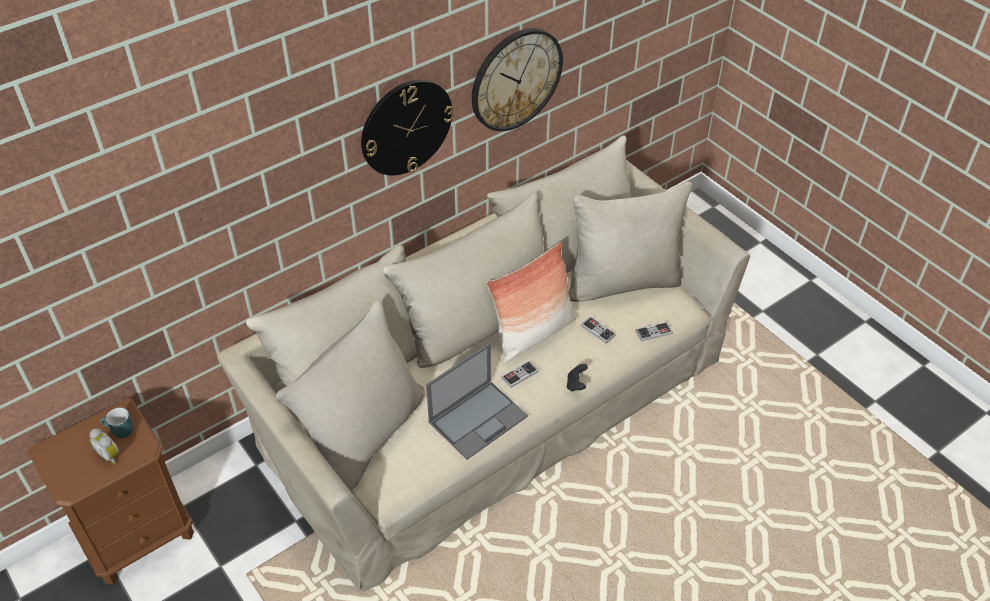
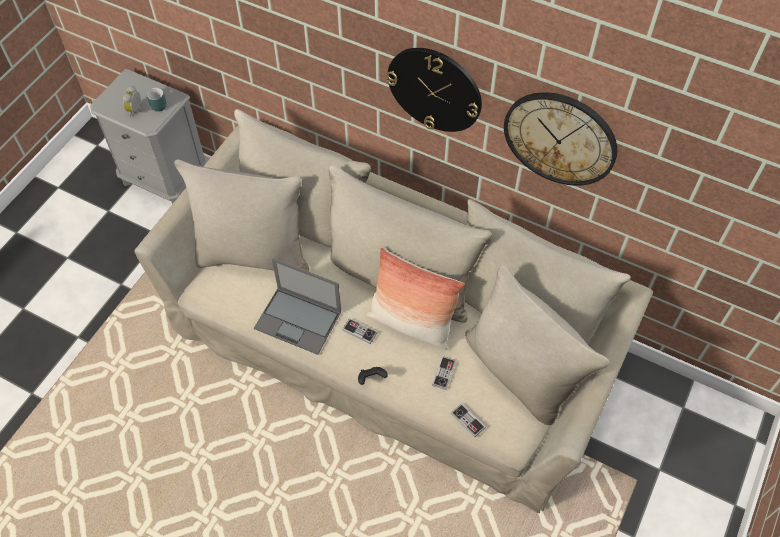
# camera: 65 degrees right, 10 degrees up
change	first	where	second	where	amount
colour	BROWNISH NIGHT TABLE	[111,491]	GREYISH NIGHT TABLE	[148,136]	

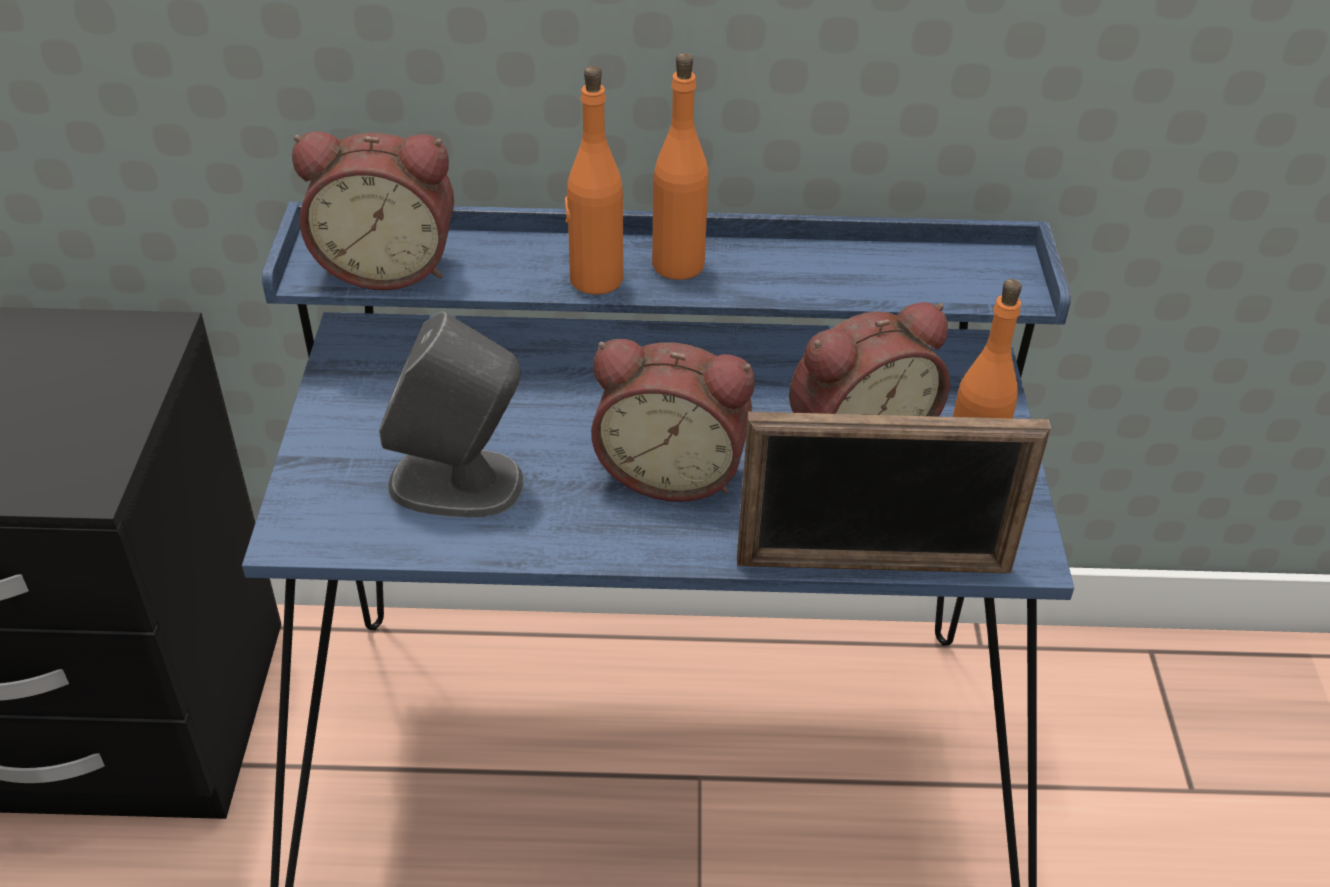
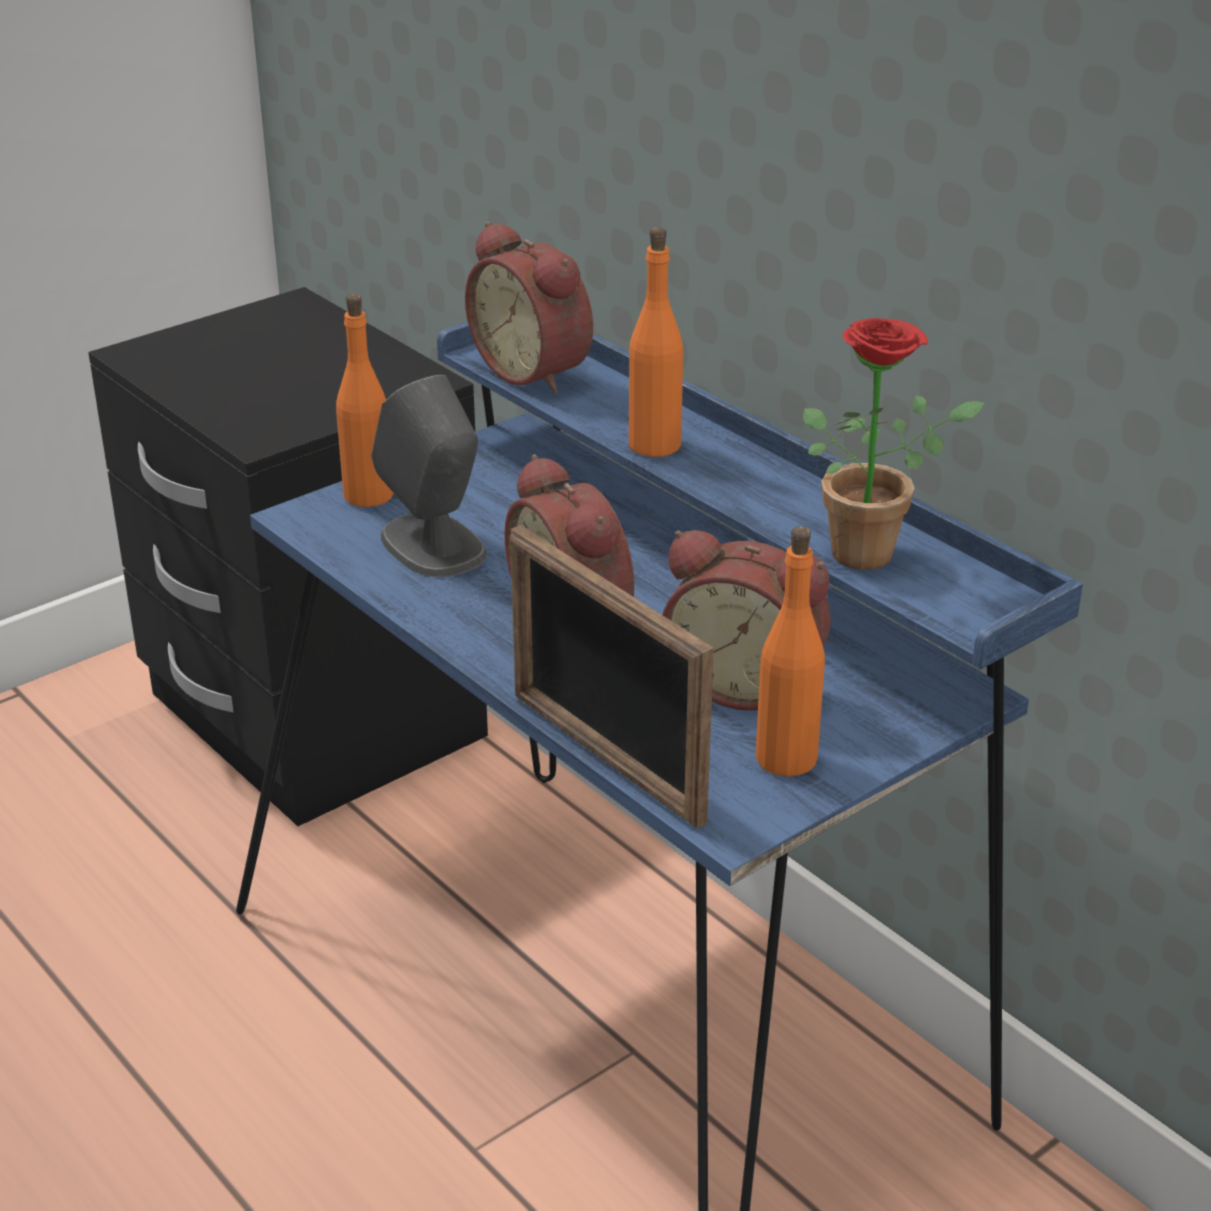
# camera: 50 degrees right, 10 degrees down
change	first	where	second	where	amount
relocated	ORANGE BOTTLE	[680,166]		[365,400]	
appeared			POTTED PLANT	[893,444]	

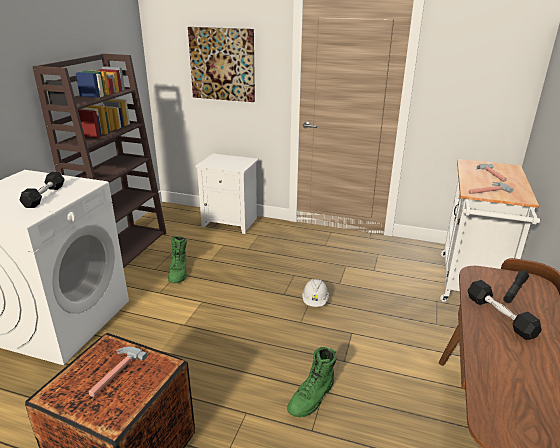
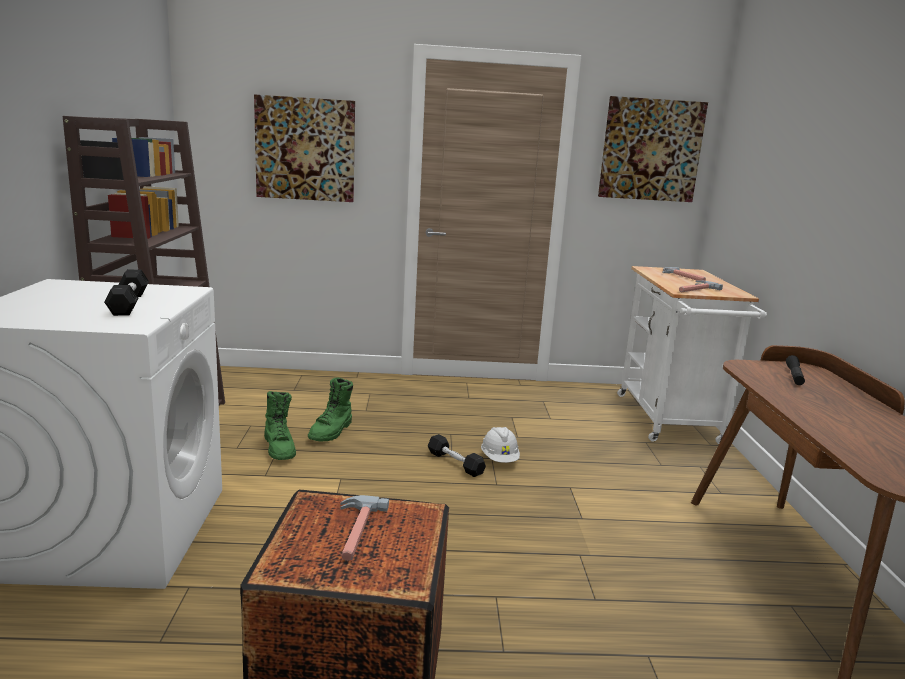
# camera: 20 degrees left, 10 degrees down
change	first	where	second	where	amount
relocated	GREEN-COLOURED BOOT	[311,382]		[330,409]	
relocated	BLACK-COLOURED DUMBBELL	[505,310]		[457,455]	
appeared			WALL PICTURE	[653,149]	
missing	WHITE NIGHT TABLE	[227,194]			

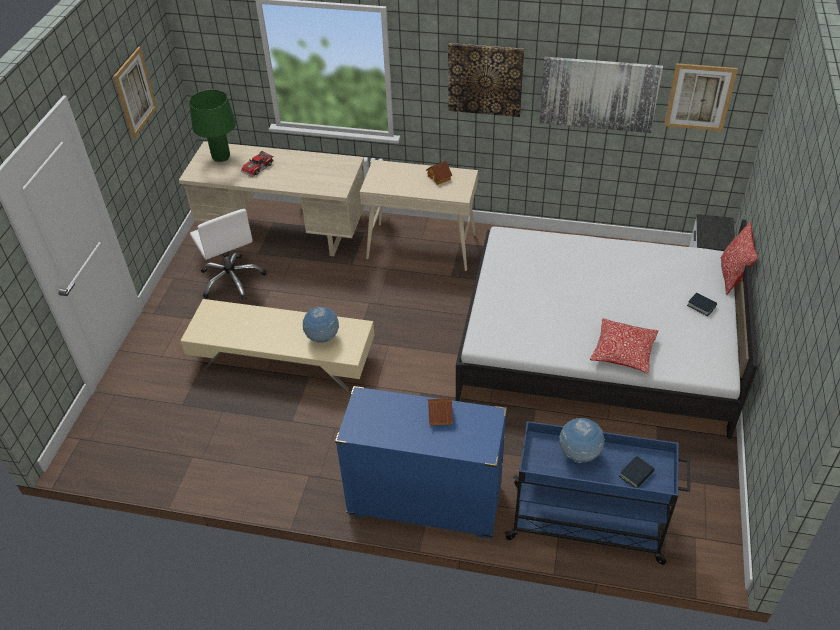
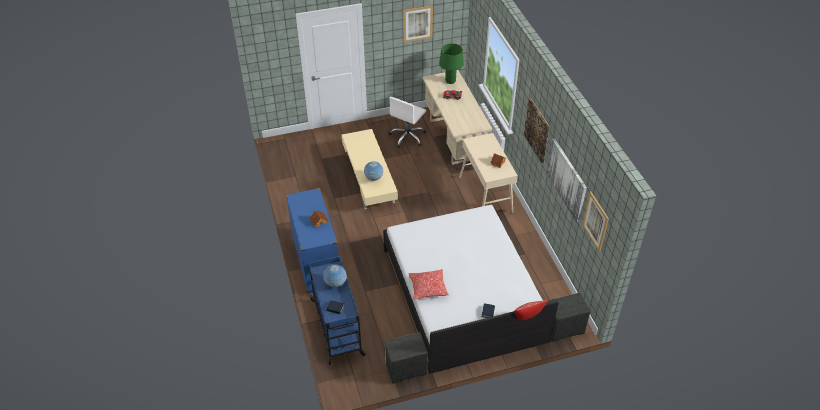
# camera: 60 degrees right, 0 degrees up
change	first	where	second	where	amount
appeared			NIGHT TABLE	[406,358]	

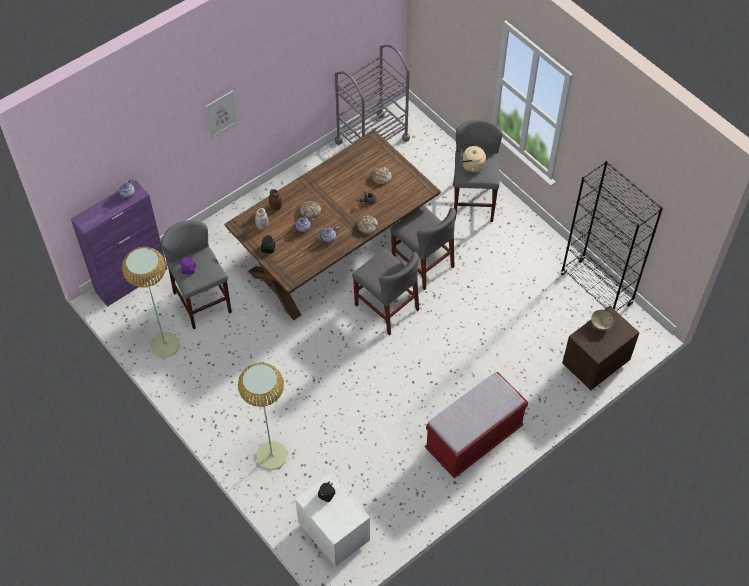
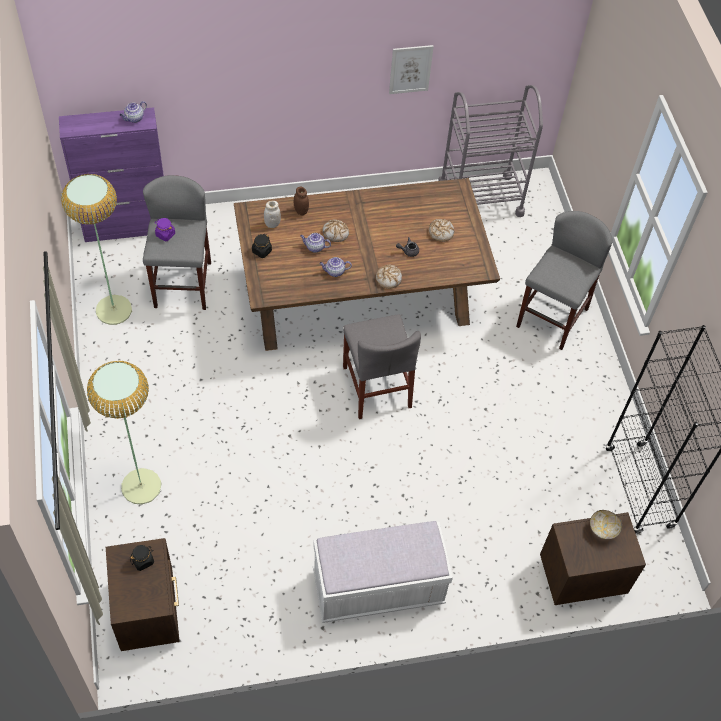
# camera: 25 degrees right, 0 degrees up
change	first	where	second	where	amount
colour	WHITE NIGHT TABLE	[332,520]	BROWNISH NIGHT TABLE	[143,594]	
colour	RED-COLOURED LONG SEAT	[476,425]	WHITE LONG SEAT	[383,572]	
relocated	WALL PICTURE	[221,114]		[411,69]	
missing	GREYISH PLAIN CHAIR	[423,247]			
missing	BEIGE-COLOURED WATER KETTLE	[473,158]			

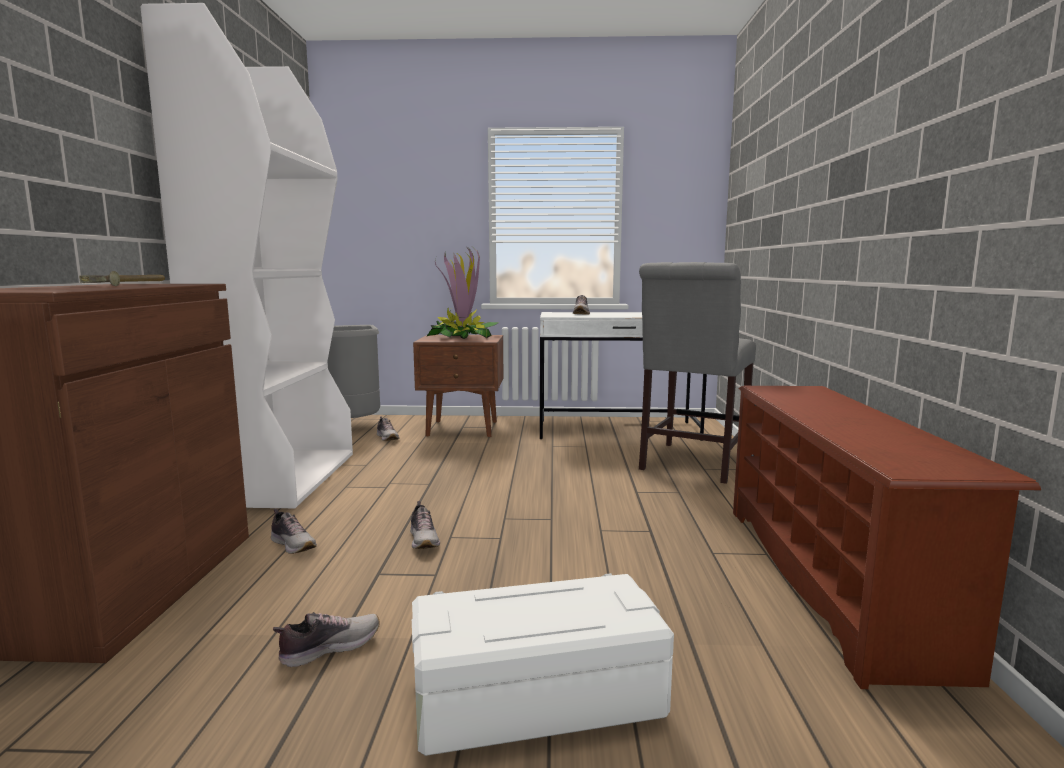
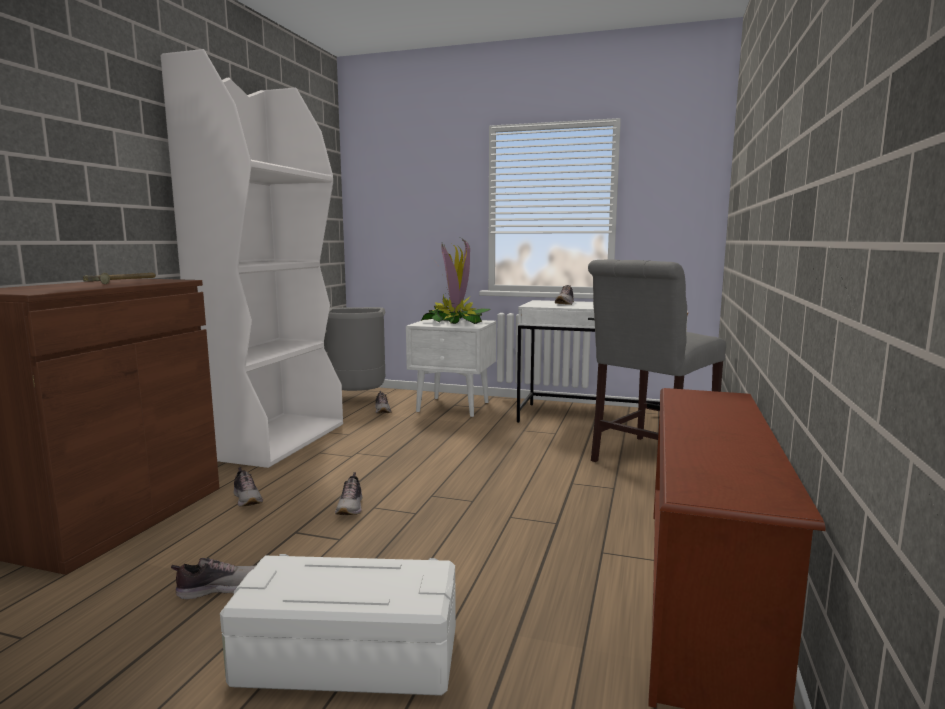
# camera: 15 degrees right, 0 degrees up
change	first	where	second	where	amount
colour	BROWNISH NIGHT TABLE	[458,386]	WHITE NIGHT TABLE	[451,368]	

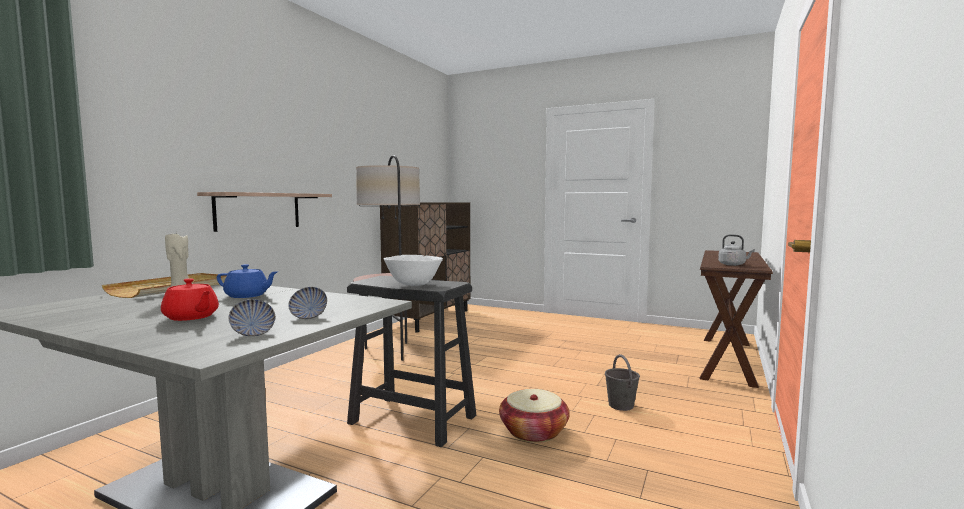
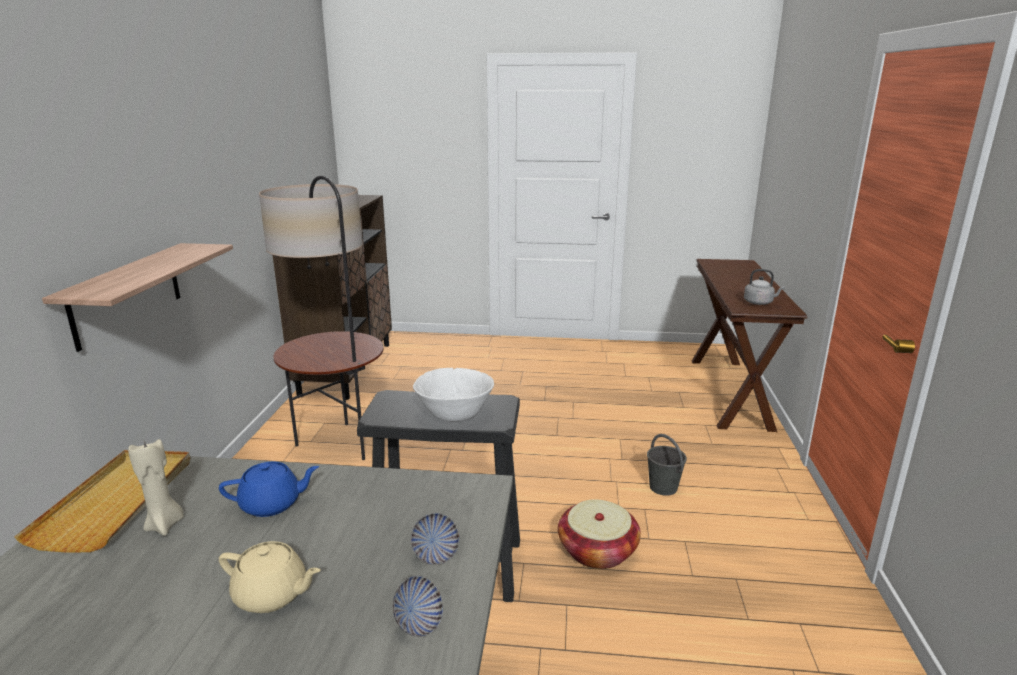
# camera: 20 degrees left, 15 degrees up
change	first	where	second	where	amount
colour	RED-COLOURED TEAPOT	[190,299]	BEIGE-COLOURED TEAPOT	[270,577]	

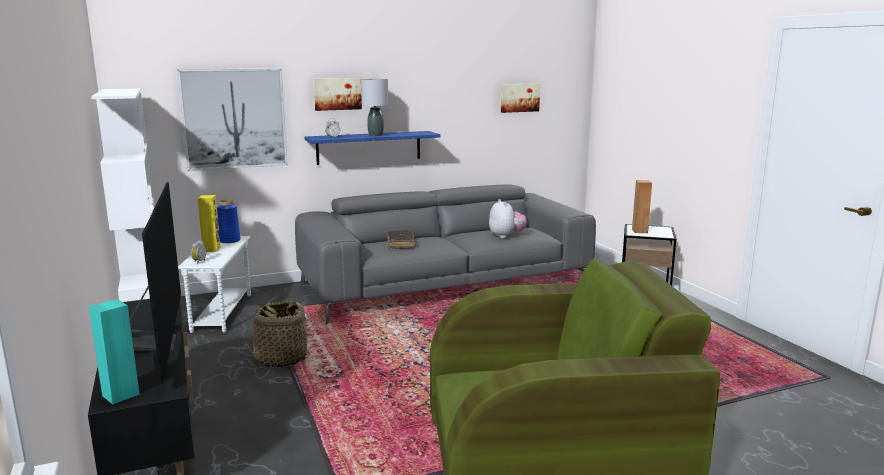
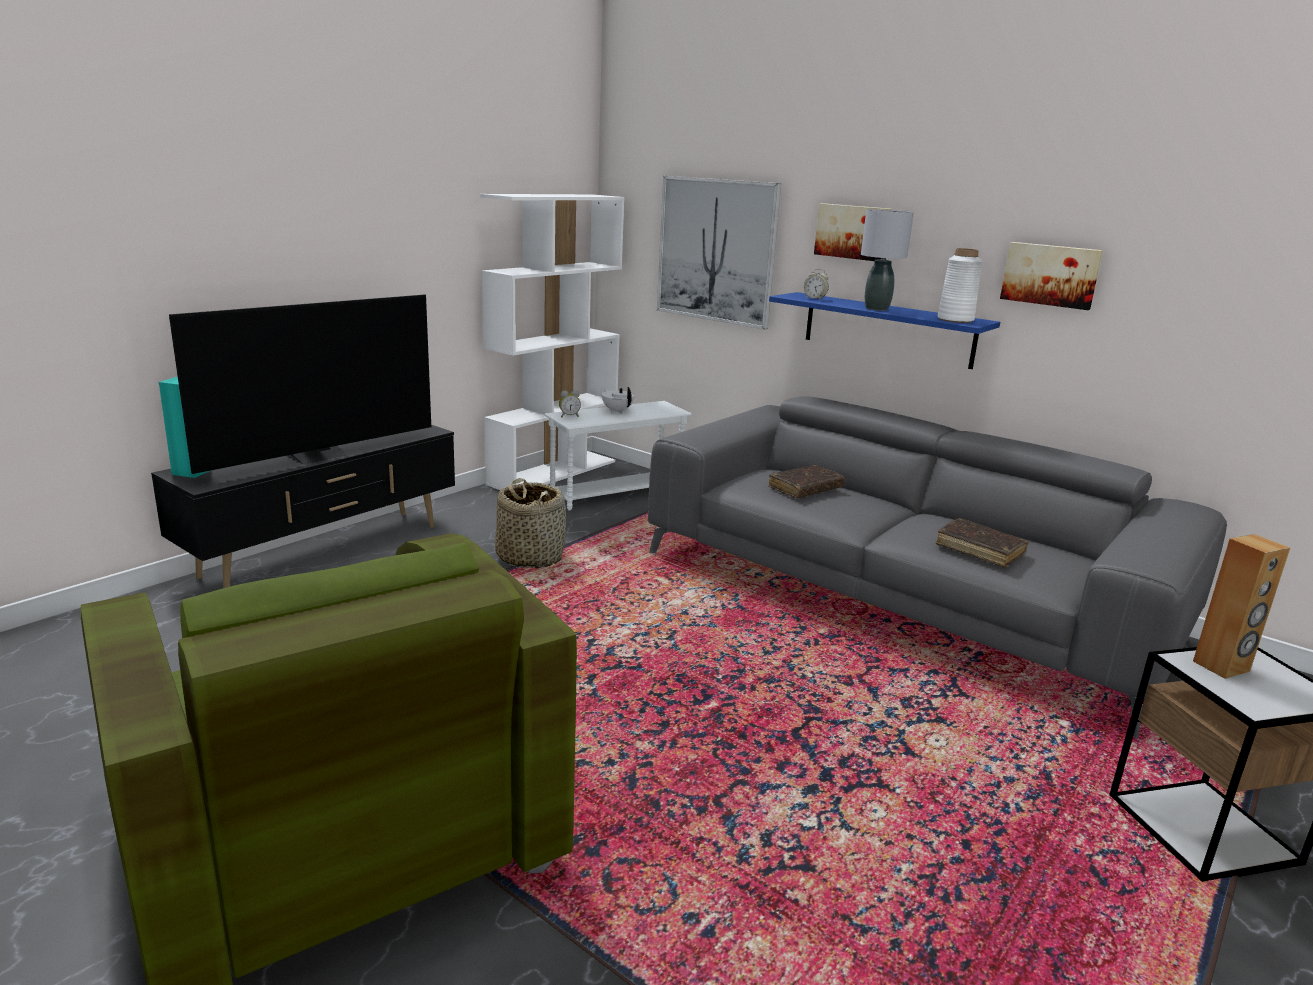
# camera: 60 degrees right, 5 degrees up
change	first	where	second	where	amount
exchanged	YELLOWISH LOUDSPEAKER	[209,223]	WHITE TEAPOT	[618,400]	
exchanged	PLUSH TOY	[508,219]	BROWNISH VOLUME	[981,543]	
appeared			WHITE VASE	[960,285]	
relocated	WALL PICTURE	[520,98]		[1051,276]	
missing	BLUE-COLOURED VASE	[229,221]			

